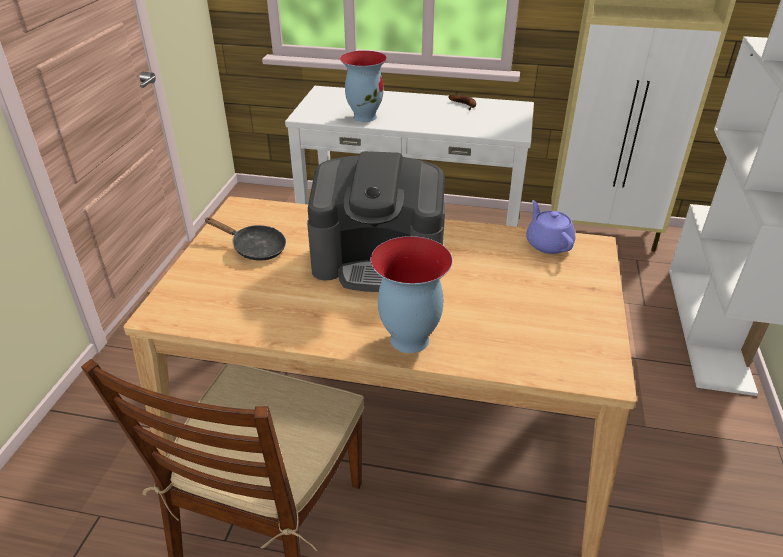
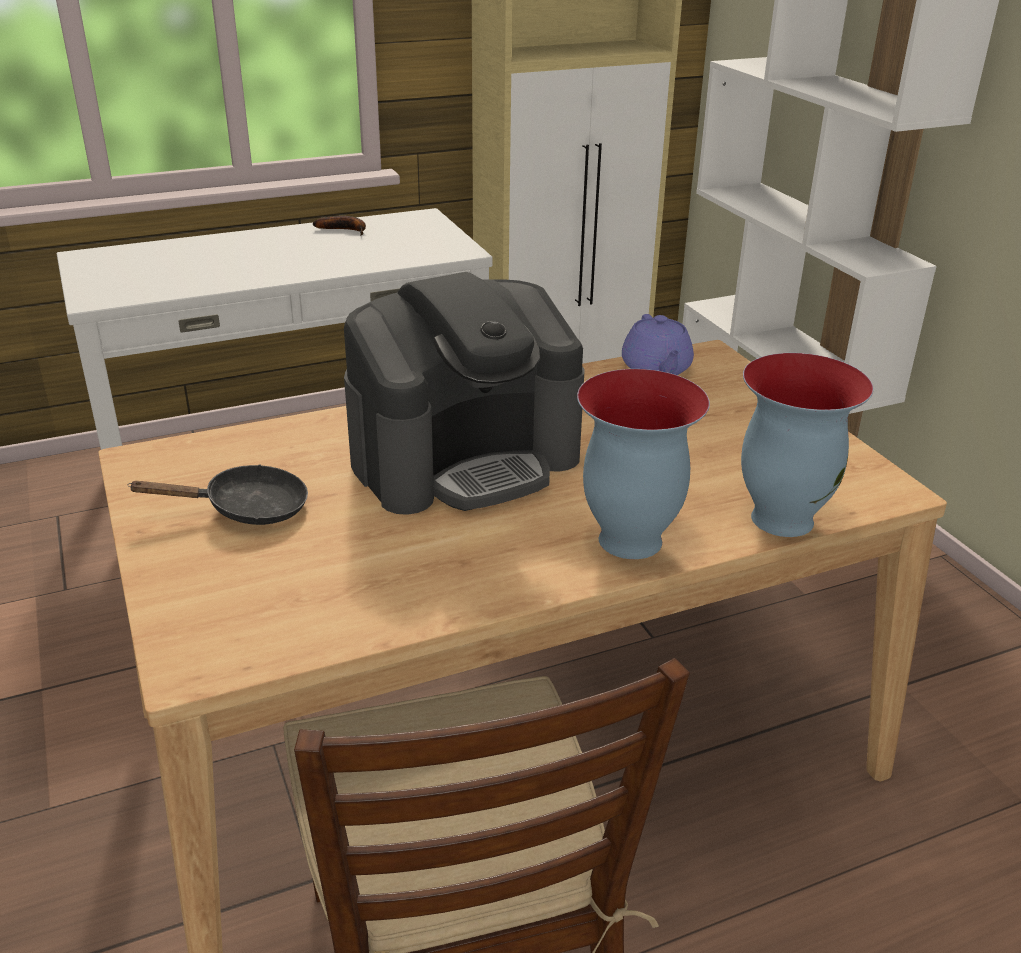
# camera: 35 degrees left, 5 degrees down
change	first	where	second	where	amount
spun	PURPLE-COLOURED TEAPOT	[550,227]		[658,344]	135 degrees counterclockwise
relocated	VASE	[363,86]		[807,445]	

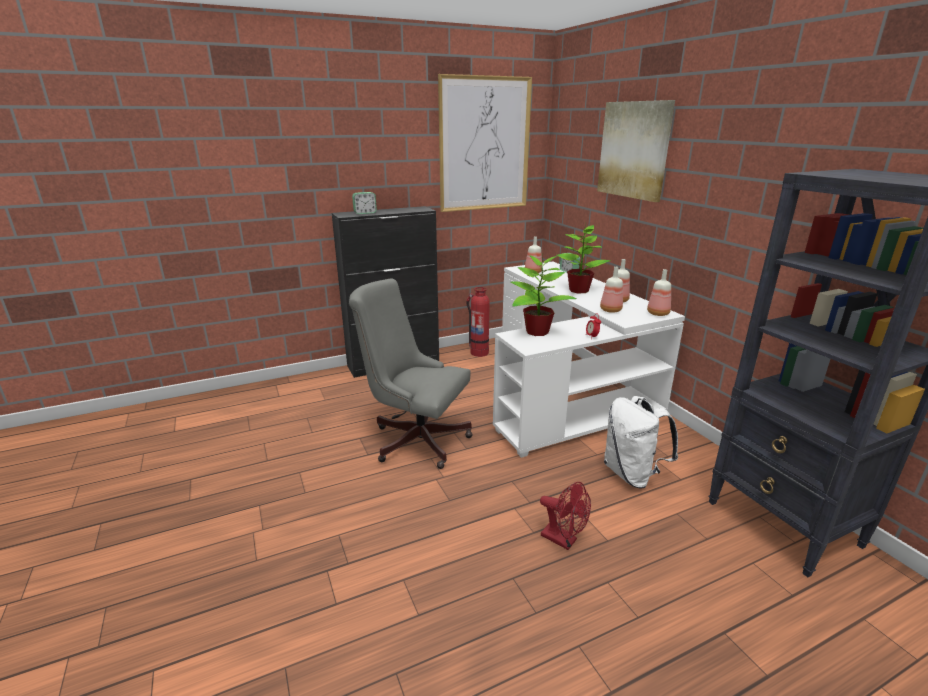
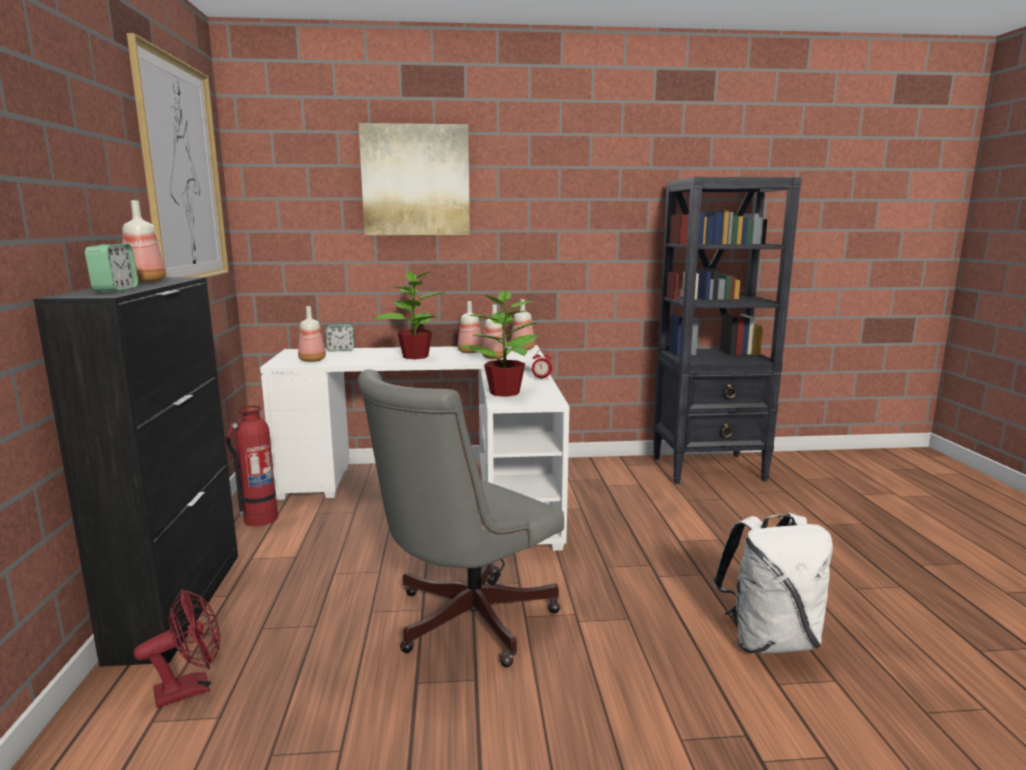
# camera: 70 degrees left, 10 degrees down
change	first	where	second	where	amount
appeared			BOTTLE	[144,241]	
relocated	RED-COLOURED FAN	[565,516]		[177,648]	
relocated	WHITE BACKPACK	[641,442]		[773,583]	

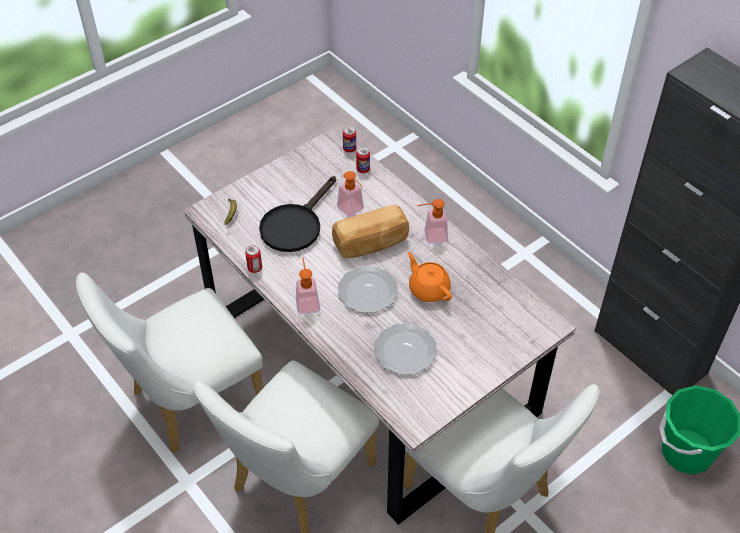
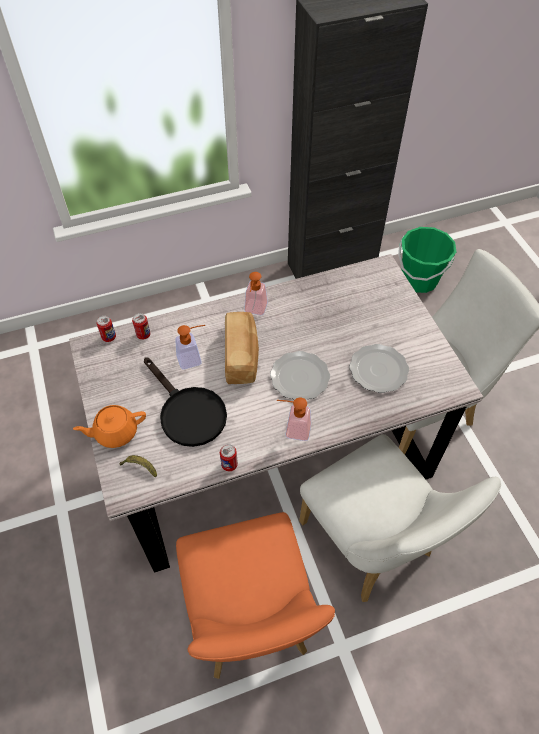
# camera: 70 degrees left, 5 degrees up
change	first	where	second	where	amount
relocated	ORANGE TEAPOT	[430,277]		[109,426]	
colour	WHITE PLAIN CHAIR	[169,362]	ORANGE PLAIN CHAIR	[255,595]	

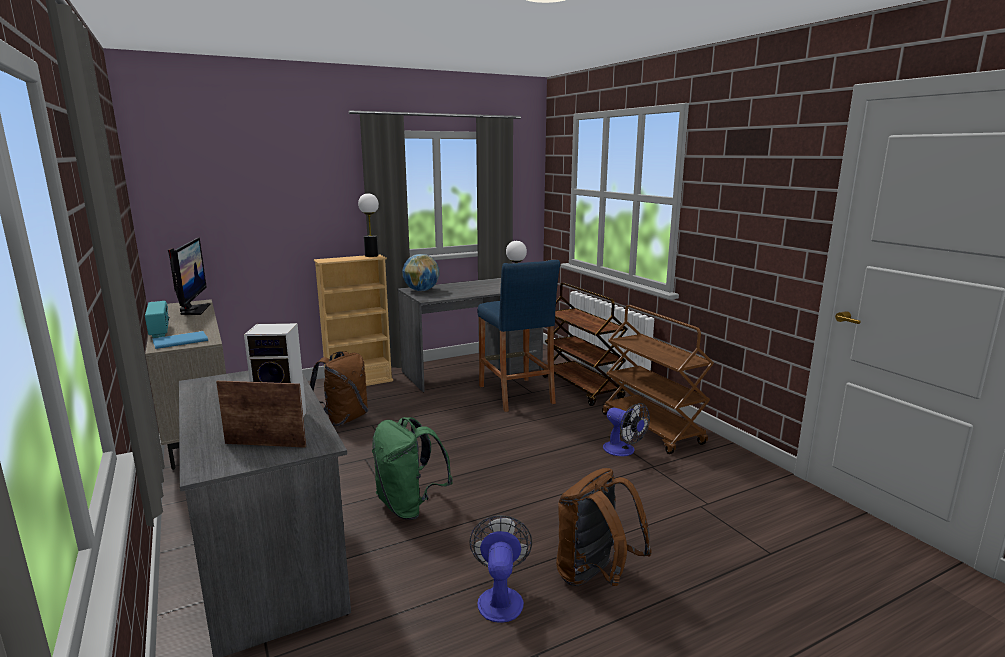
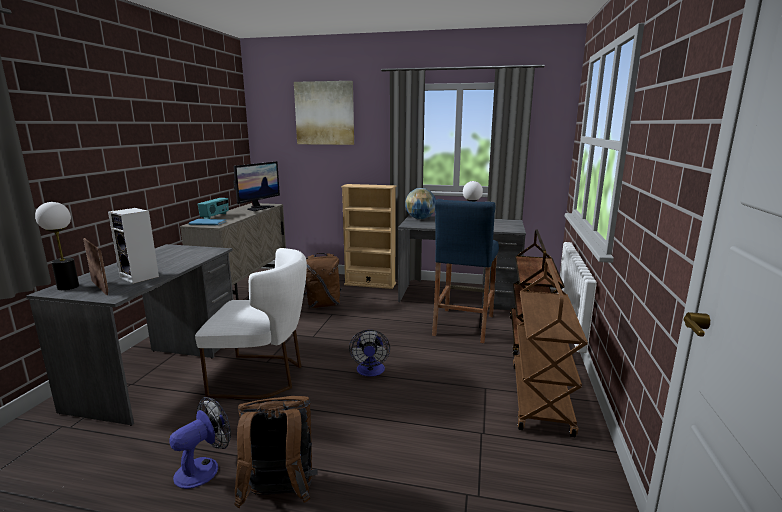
# camera: 40 degrees right, 0 degrees up
change	first	where	second	where	amount
relocated	TABLETOP LAMP	[368,225]		[57,246]	
exchanged	GREEN-COLOURED BACKPACK	[412,468]	WHITE PLAIN CHAIR	[251,323]	
appeared			WALL PICTURE	[324,113]	
relocated	FAN	[626,429]		[369,353]	

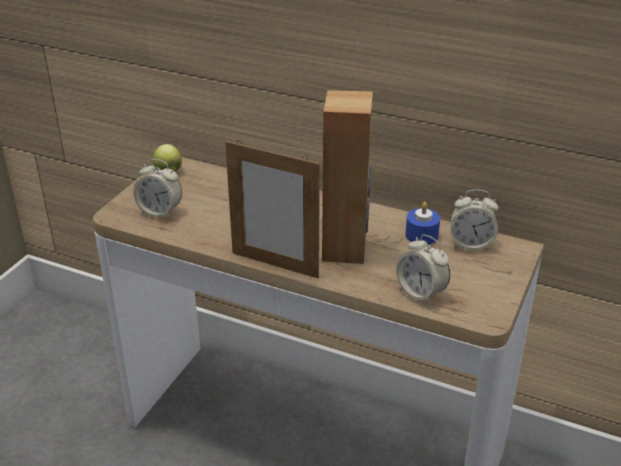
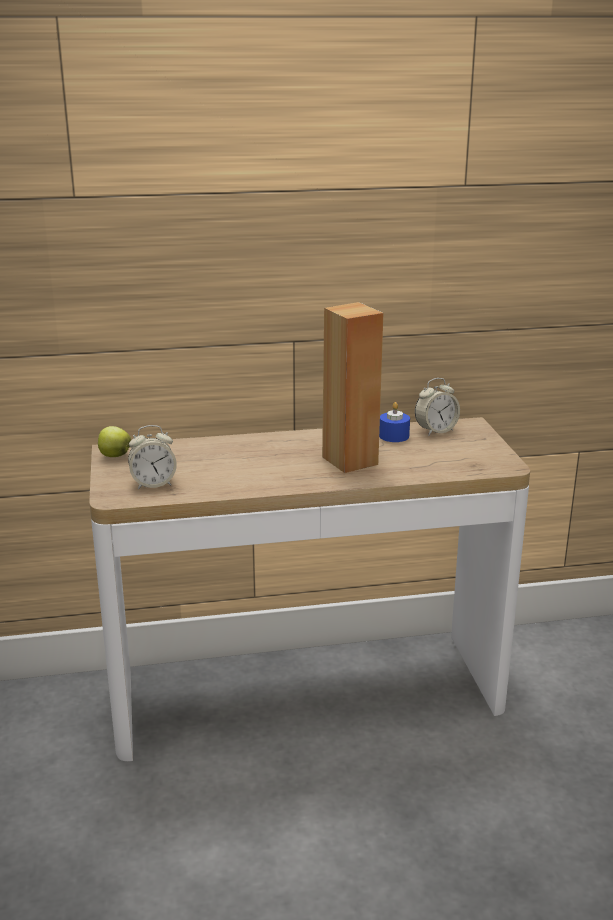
# camera: 35 degrees left, 10 degrees down
change	first	where	second	where	amount
missing	STANDING FRAME	[272,209]			
missing	ALARM CLOCK	[423,269]			

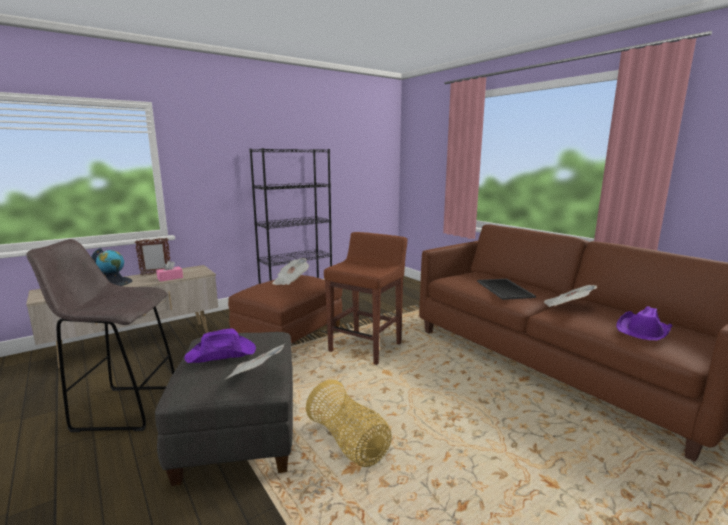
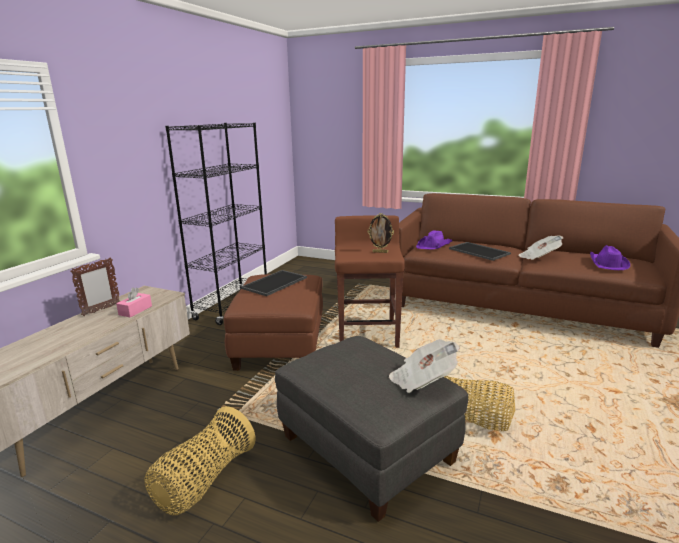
# camera: 30 degrees left, 5 degrees up
change	first	where	second	where	amount
exchanged	GREYISH STOOL SEAT	[101,335]	HOUSEHOLD BASKET	[200,460]	
exchanged	DAILY PAPER	[290,271]	CARRYING TRAY	[274,283]	
appeared			STANDING FRAME	[381,233]	
relocated	PURPLE-COLOURED CLOTHING HAT	[220,346]		[434,240]	
missing	GLOBE	[111,267]			

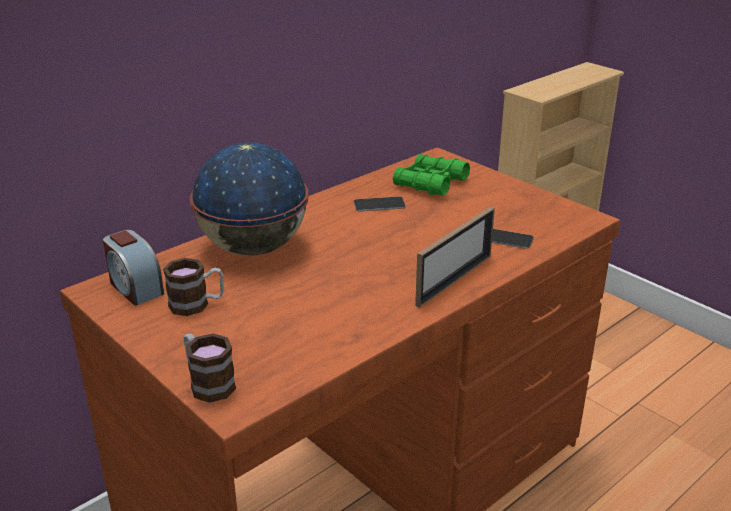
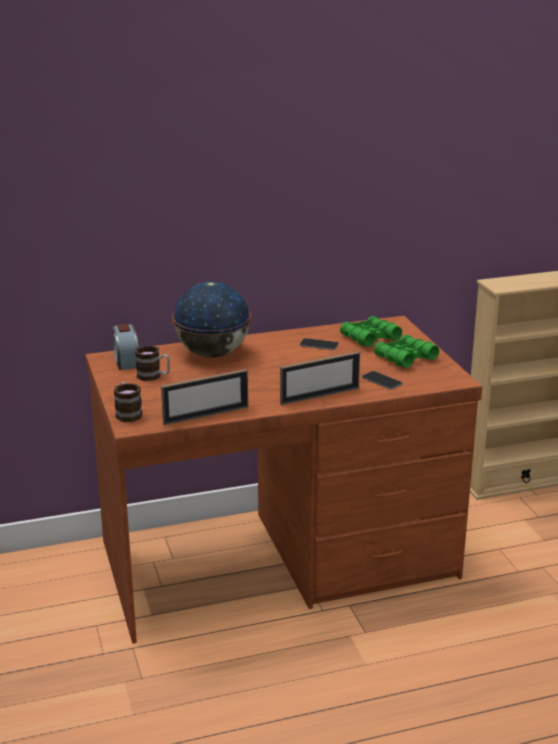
# camera: 25 degrees right, 5 degrees down
change	first	where	second	where	amount
appeared			STANDING FRAME	[204,397]	
appeared			GREEN-COLOURED FIELD GLASSES	[406,351]	

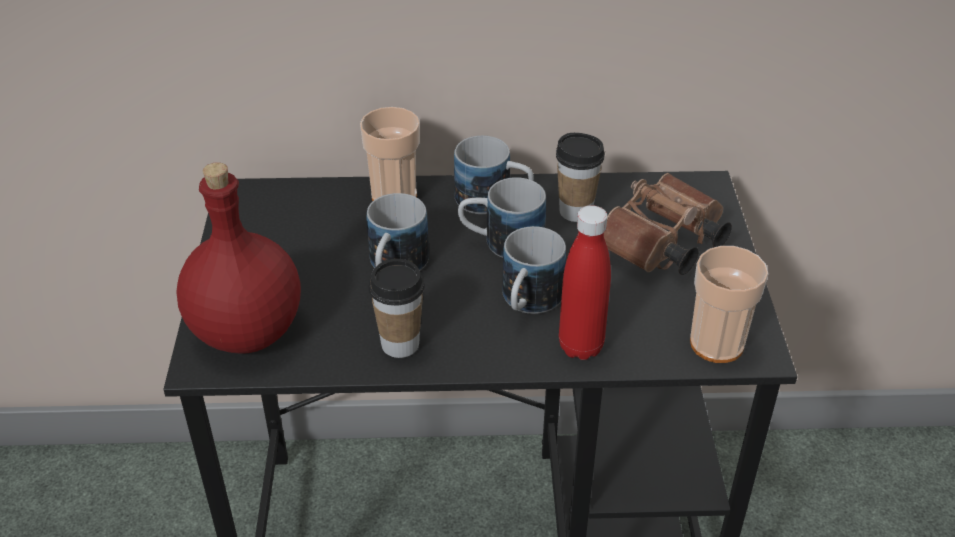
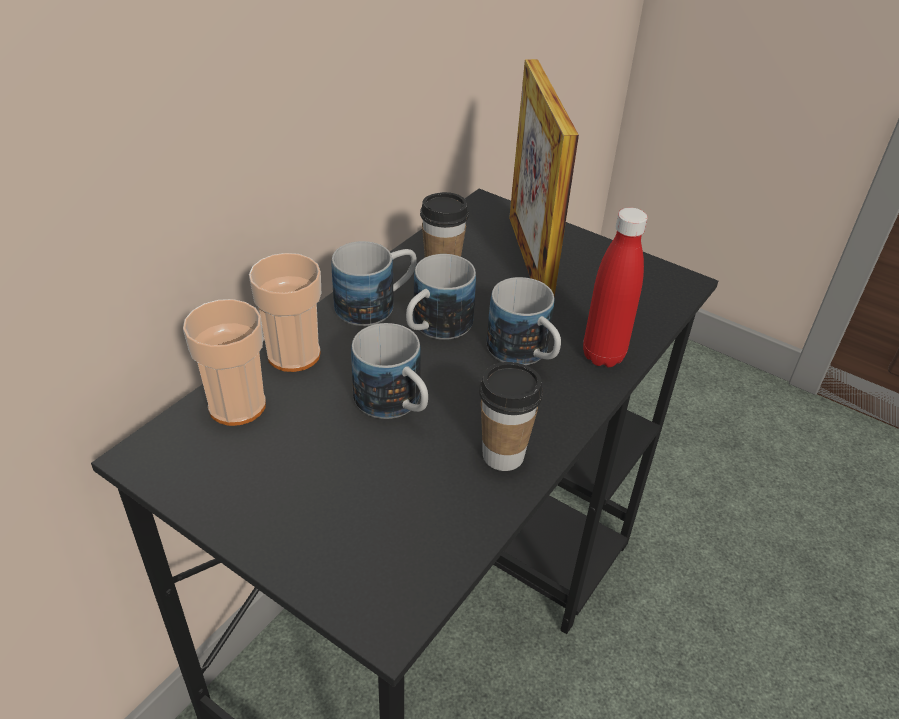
# camera: 55 degrees left, 0 degrees up
change	first	where	second	where	amount
relocated	SMALL CUP	[729,304]		[224,362]	
exchanged	BROWNISH FIELD GLASSES	[668,224]	STANDING FRAME	[544,178]	
missing	RED-COLOURED BOTTLE	[238,258]			

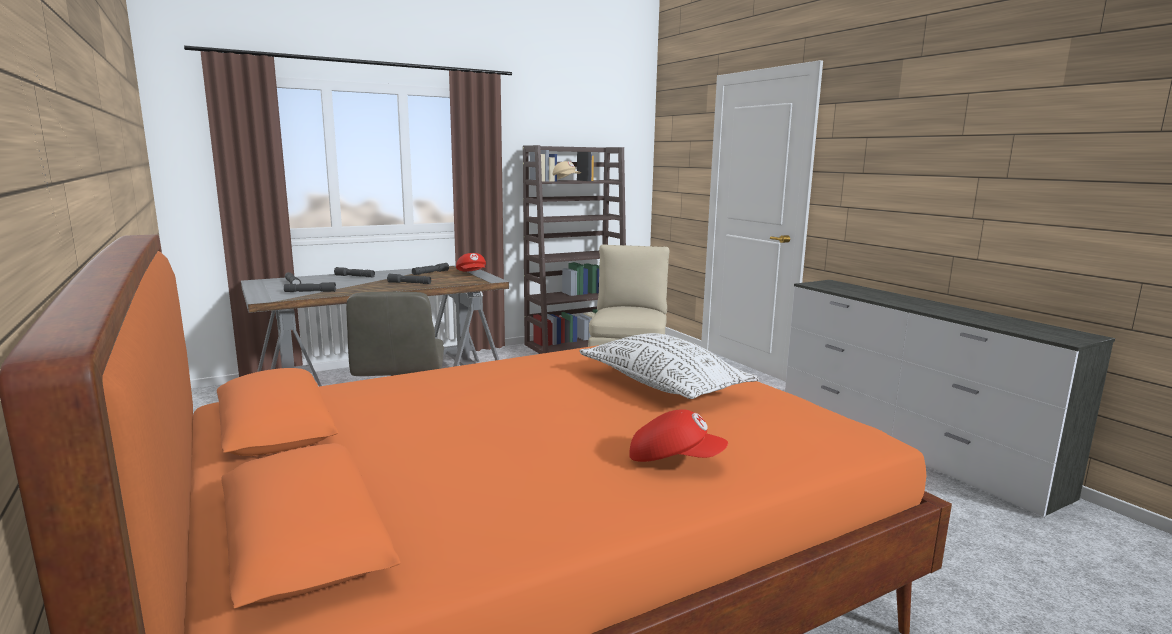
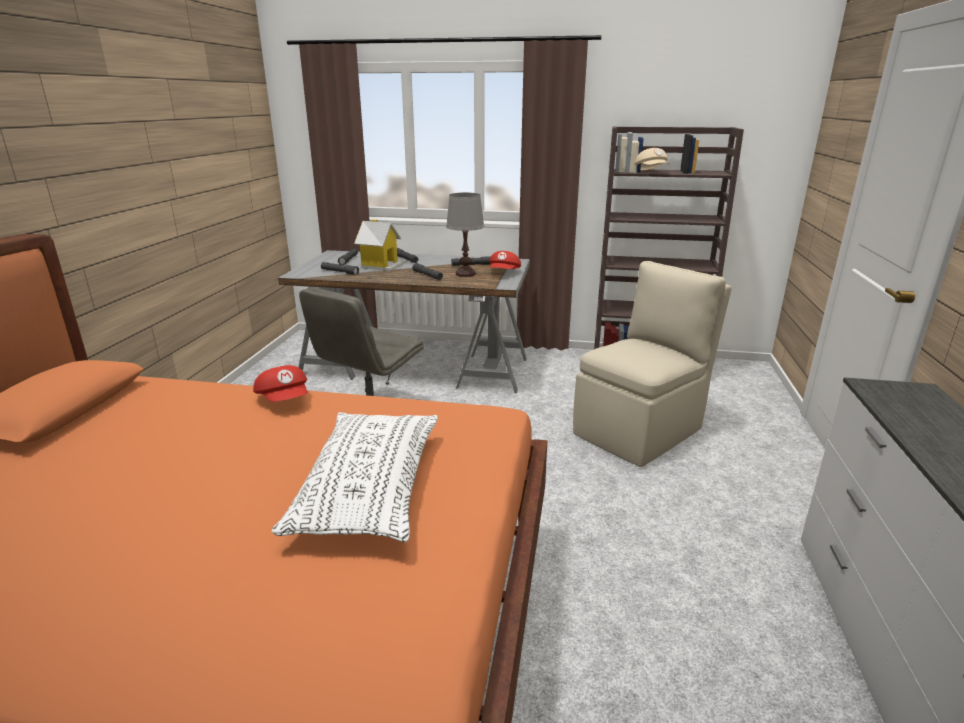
# camera: 40 degrees right, 10 degrees up
change	first	where	second	where	amount
relocated	RED-COLOURED PEAKED CAP	[678,435]		[280,383]	
appeared			MODEL HOUSE	[378,245]	
appeared			GREYISH TABLETOP LAMP	[465,235]	

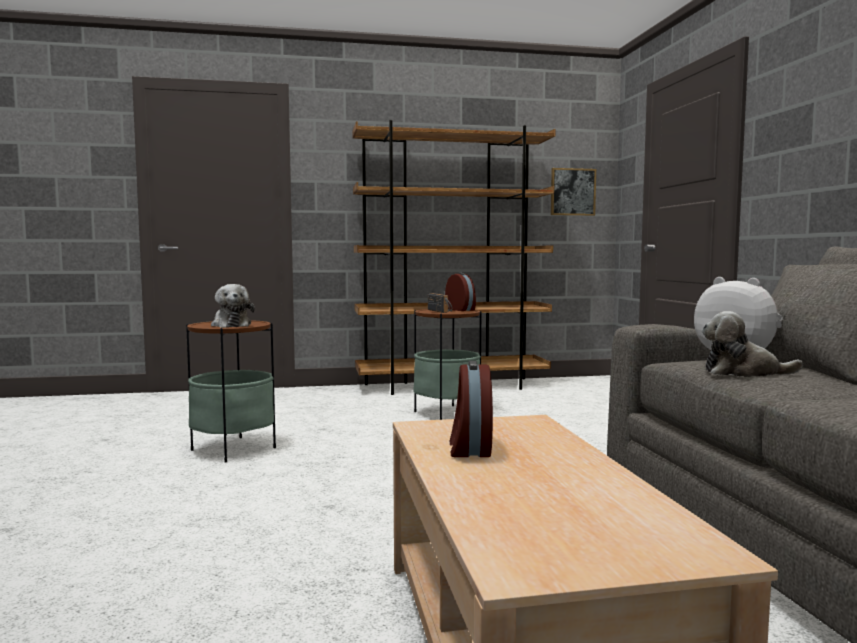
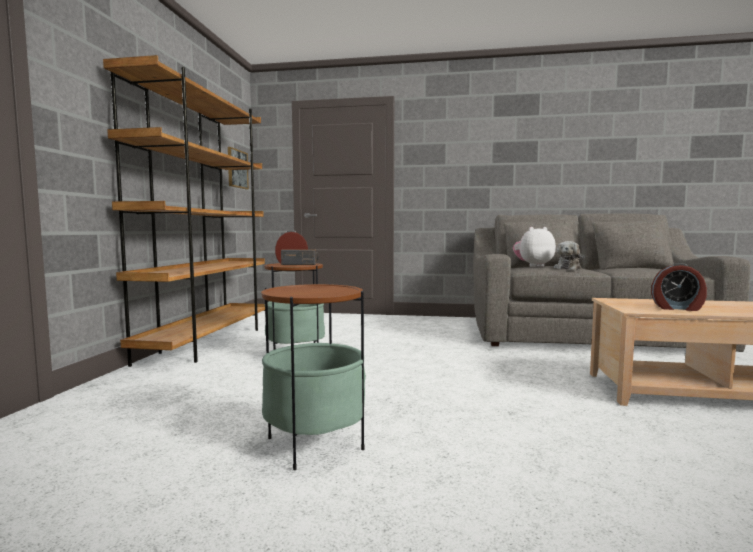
# camera: 70 degrees left, 0 degrees up
change	first	where	second	where	amount
missing	PLUSH TOY	[233,306]			

